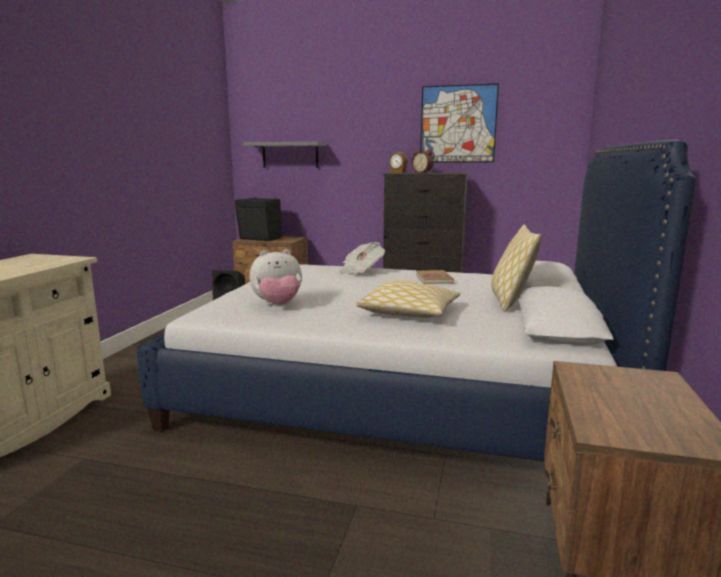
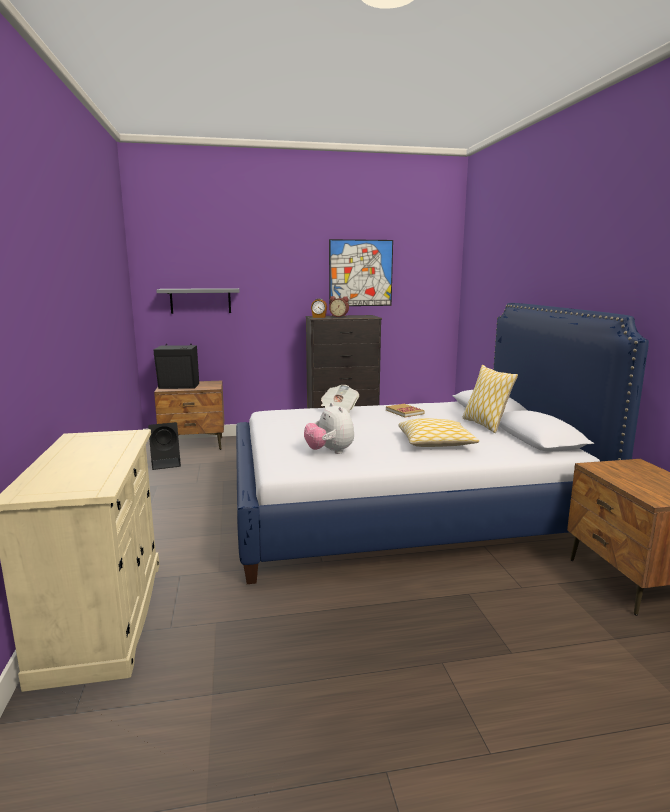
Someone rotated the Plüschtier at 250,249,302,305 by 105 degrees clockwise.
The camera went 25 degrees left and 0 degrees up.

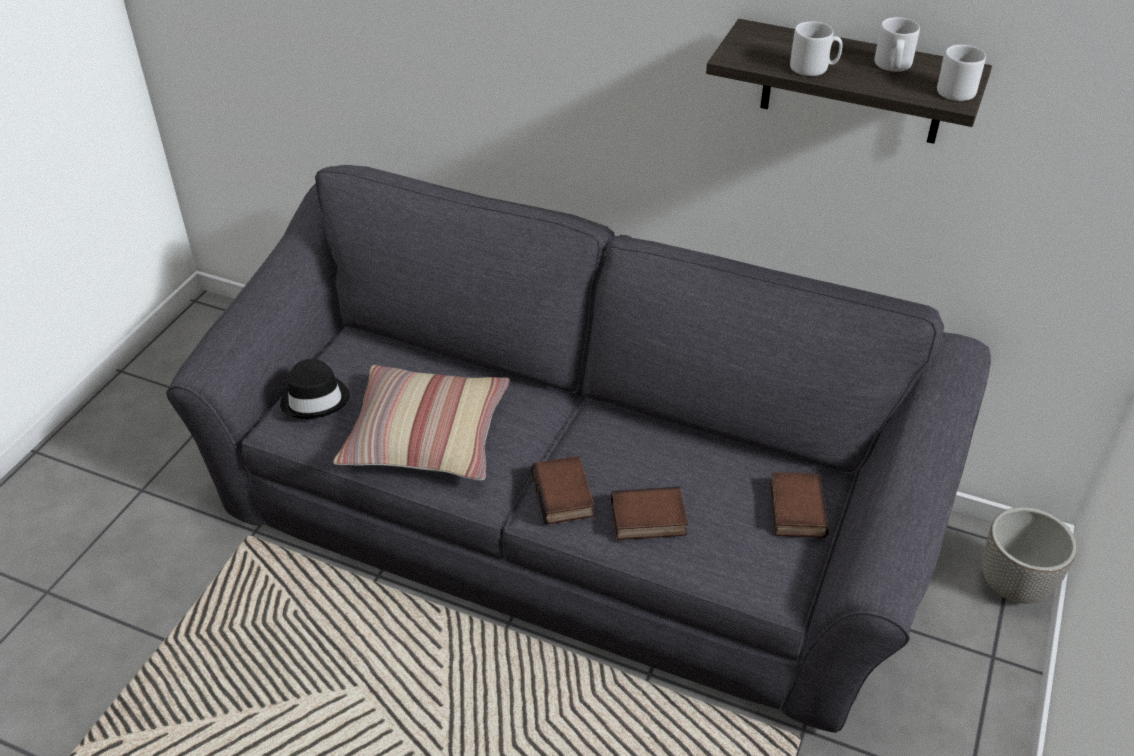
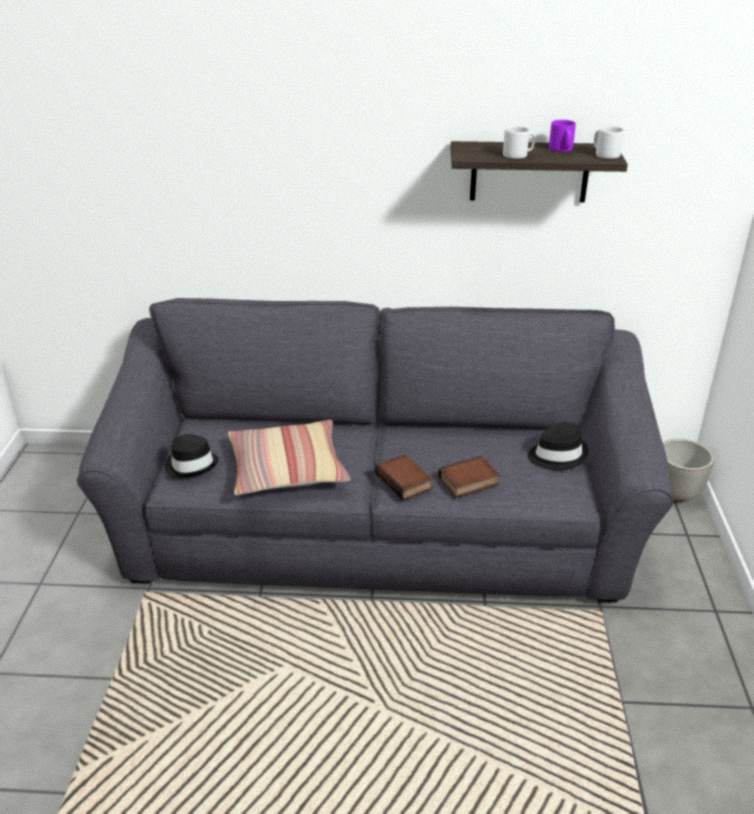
Someone swapped the Buch at 770,472,829,538 for the Hut/schwarz at 528,422,588,470.
Someone repainted the Henkelbecher/grau at 874,17,920,72, which became the Henkelbecher/lila at 549,120,576,152.
The camera went 20 degrees left and 10 degrees down.

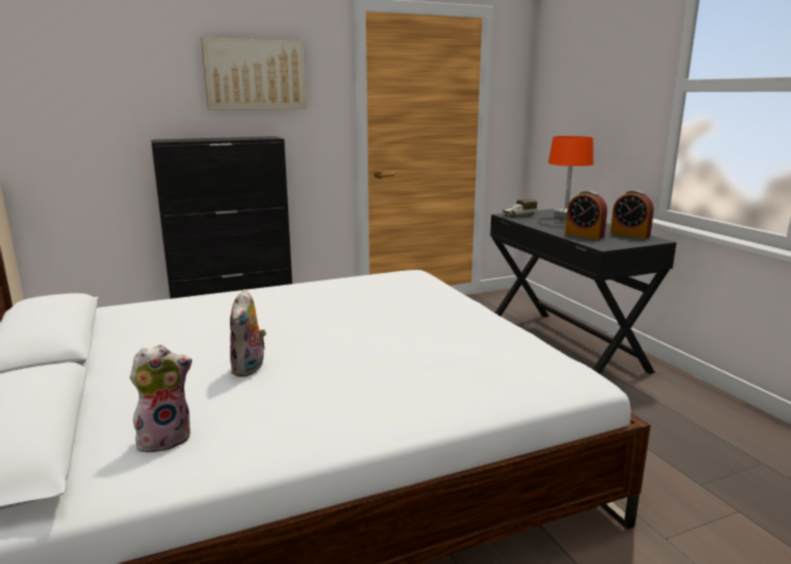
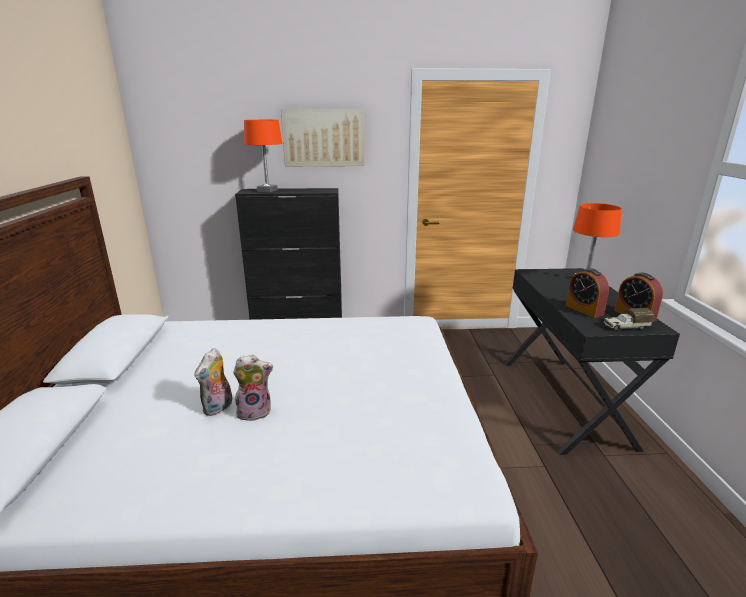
Someone put down the Tischlampe/orange at 244,120,283,193.
Someone carried the Plüschtier from 130,344,192,455 to 233,355,273,421.
Someone carried the Spielzeuglaster from 502,199,537,217 to 604,308,654,331.
The camera went 20 degrees right and 5 degrees up.

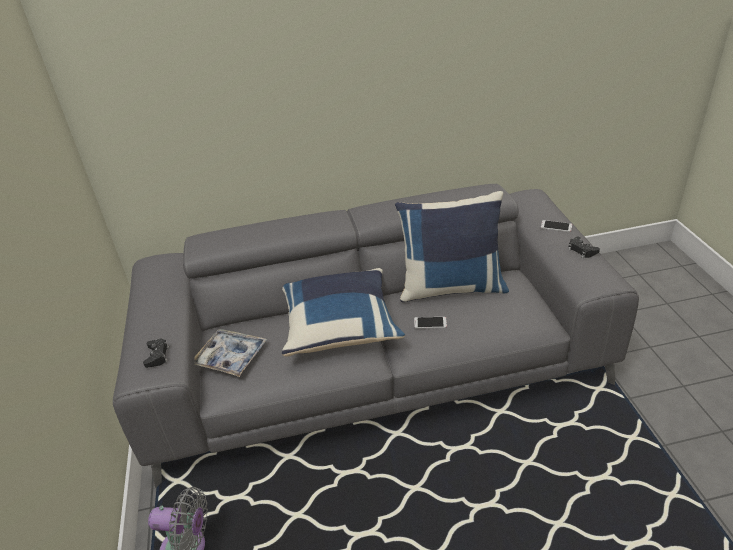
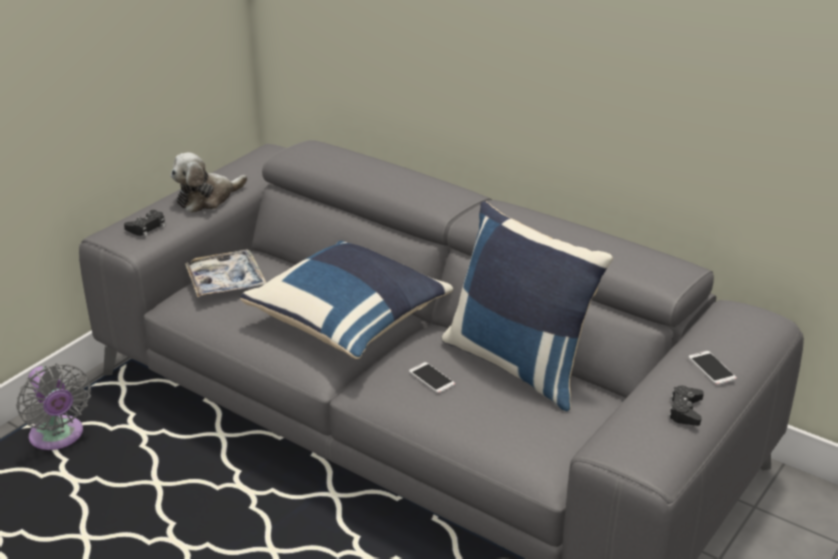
Someone put down the Plüschtier at 171,152,248,213.
The camera went 45 degrees right and 5 degrees down.

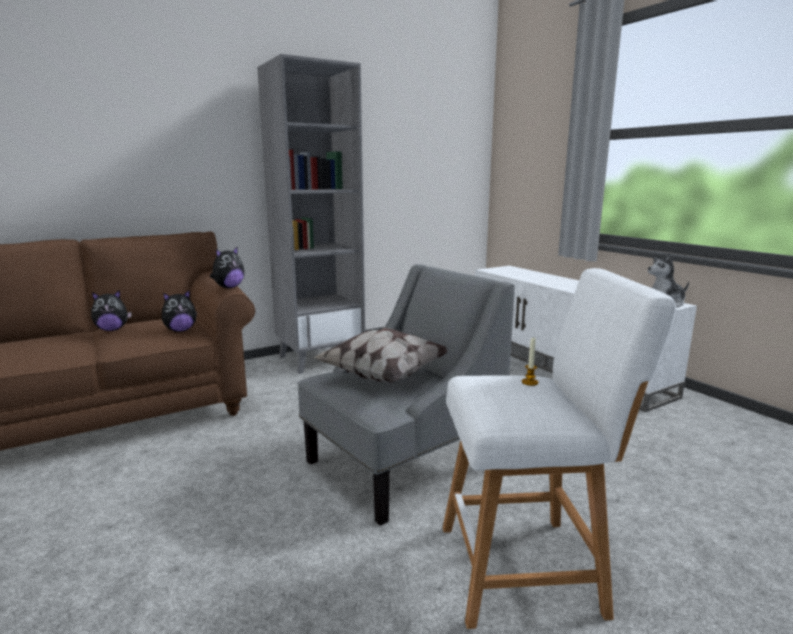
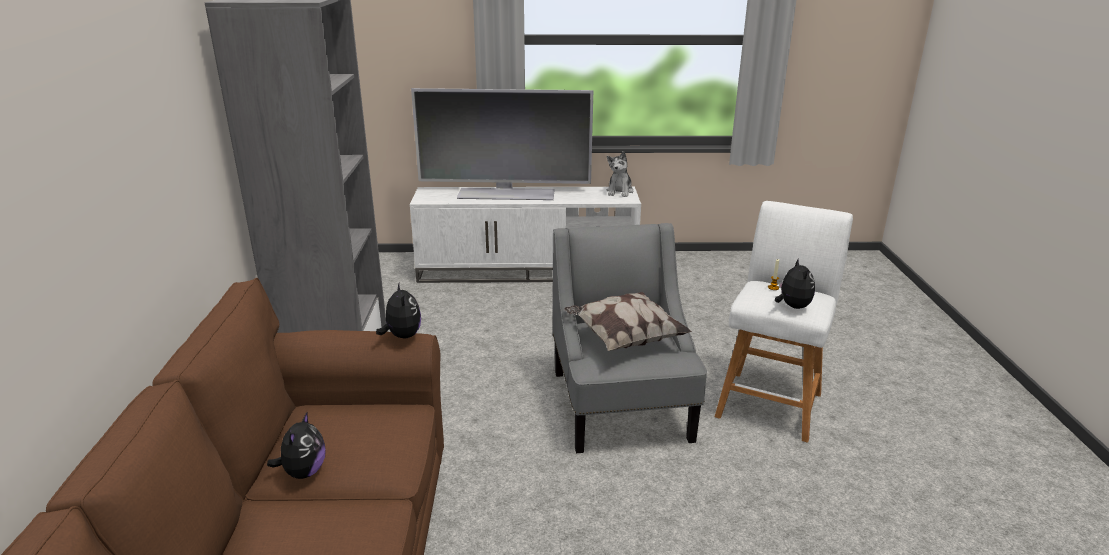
Someone put down the Fernseher at 411,88,593,200.
Someone carried the Plüschtier from 162,290,197,332 to 775,258,815,309.
The camera went 60 degrees left and 10 degrees up.

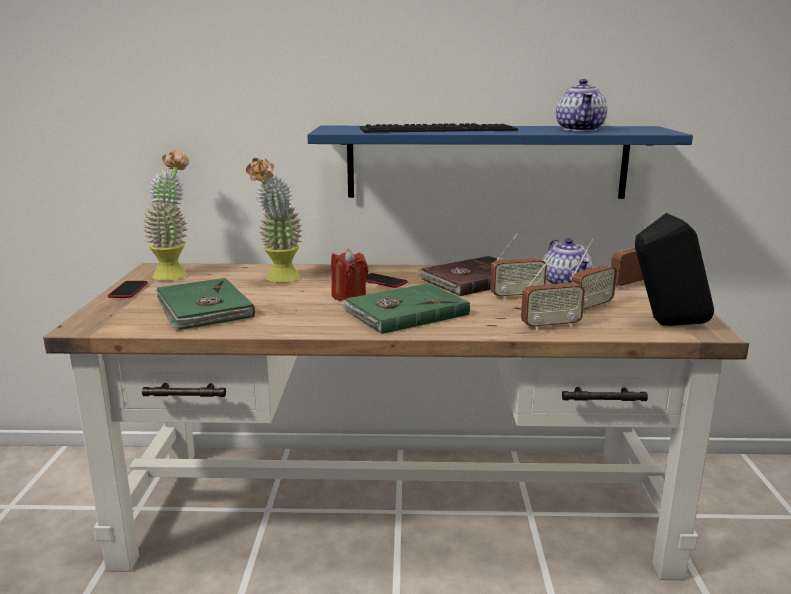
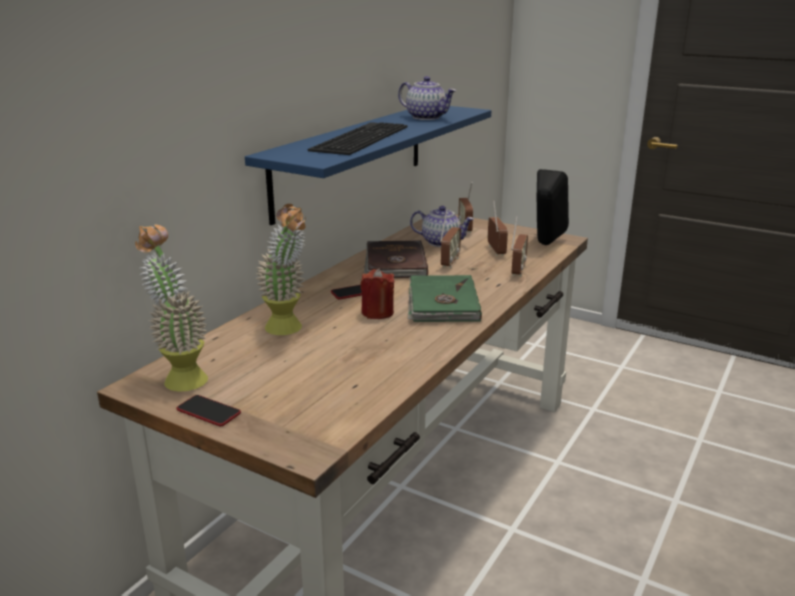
Someone took away the Buch/grün at 156,278,255,330.
The camera went 60 degrees left and 5 degrees up.

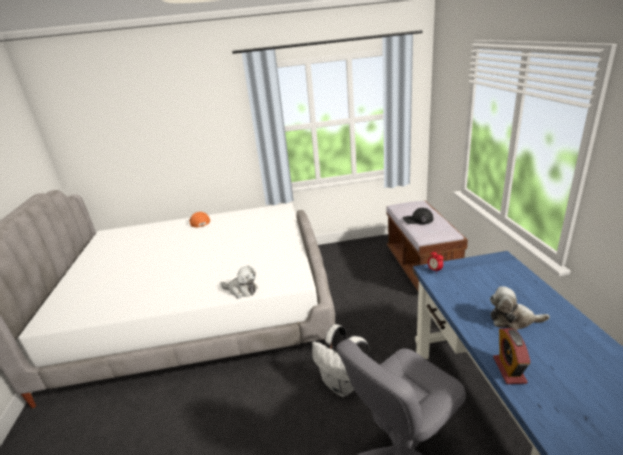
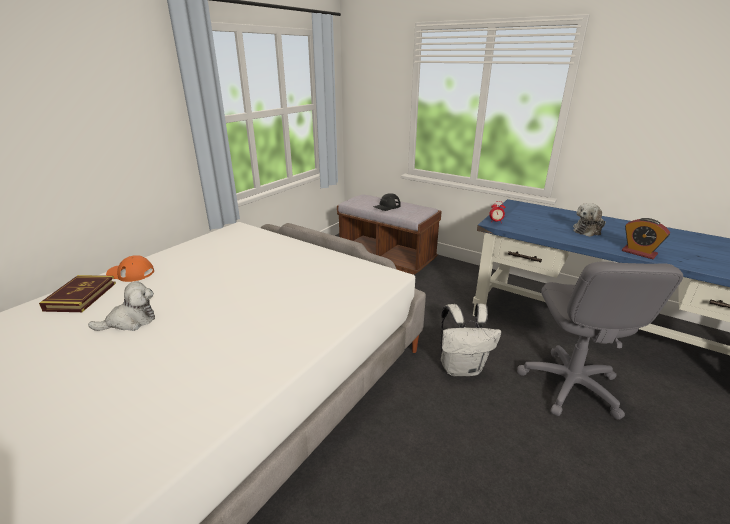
Someone put down the Buch at 39,275,116,312.
Someone carried the Plüschtier from 220,266,258,299 to 88,281,155,331.
The camera went 50 degrees left and 0 degrees up.

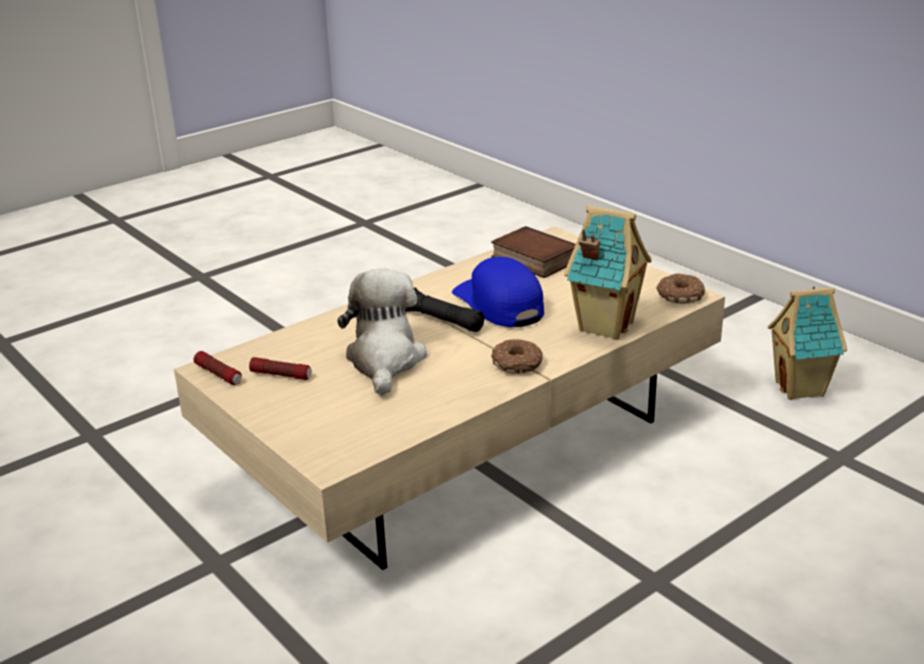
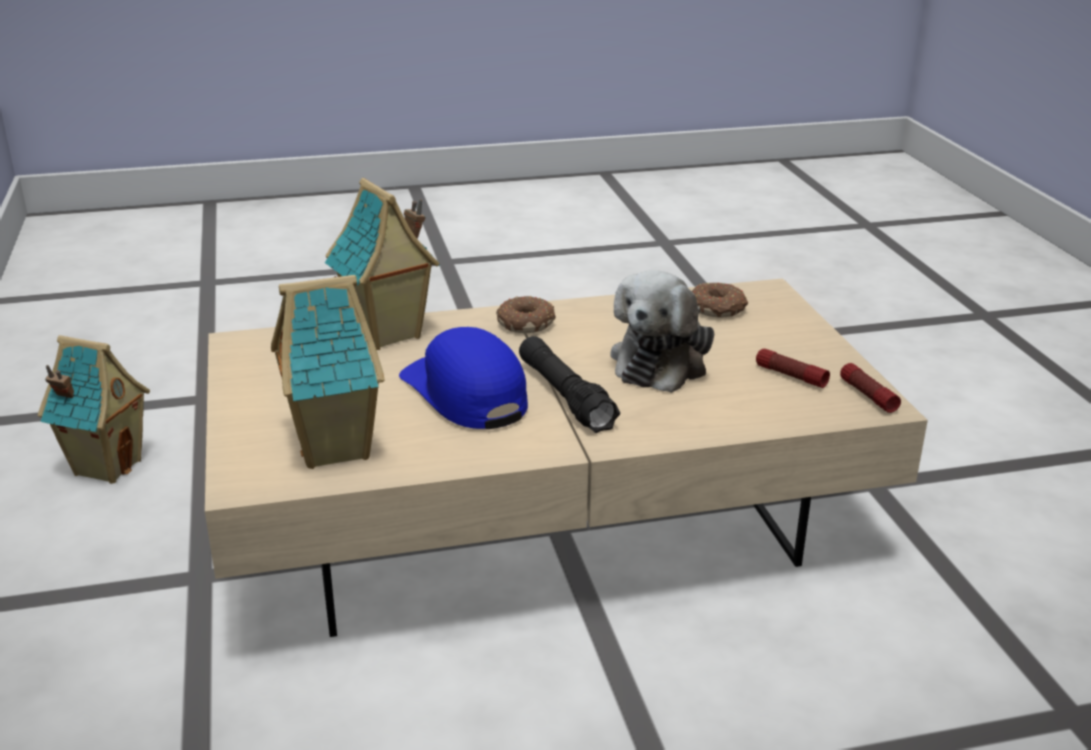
Someone carried the Donut from 656,273,705,304 to 692,282,748,317.
Someone swapped the Buch at 491,226,576,278 for the Spielzeughaus at 271,275,385,469.
Someone rotated the Kappe/blau at 452,257,544,327 by 150 degrees clockwise.
The camera went 155 degrees left and 0 degrees up.

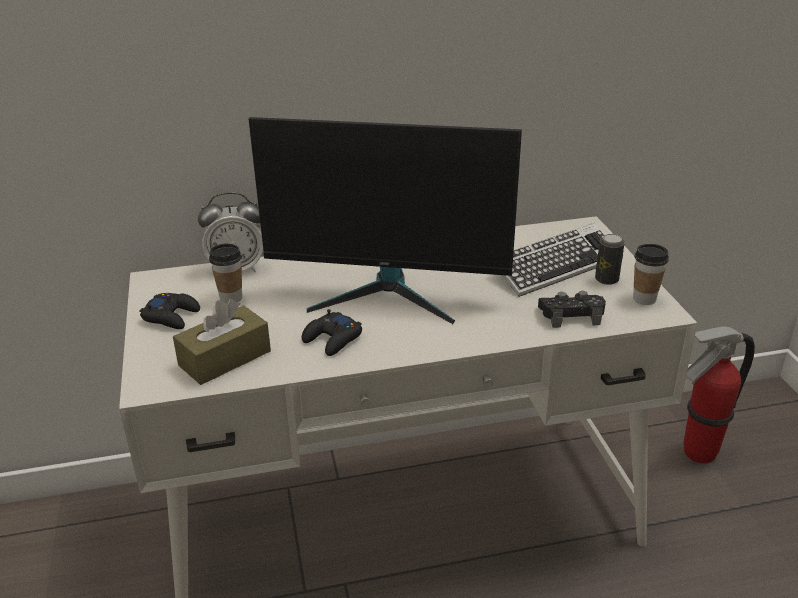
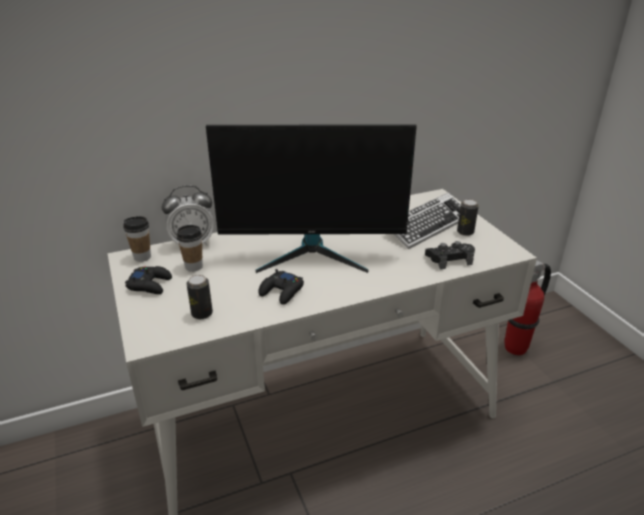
Someone carried the Tasse from 633,244,669,305 to 123,216,151,262.
Someone swapped the Taschentuchbox/braun at 173,299,271,385 for the Dose at 187,275,213,319.
The camera went 10 degrees left and 0 degrees up.

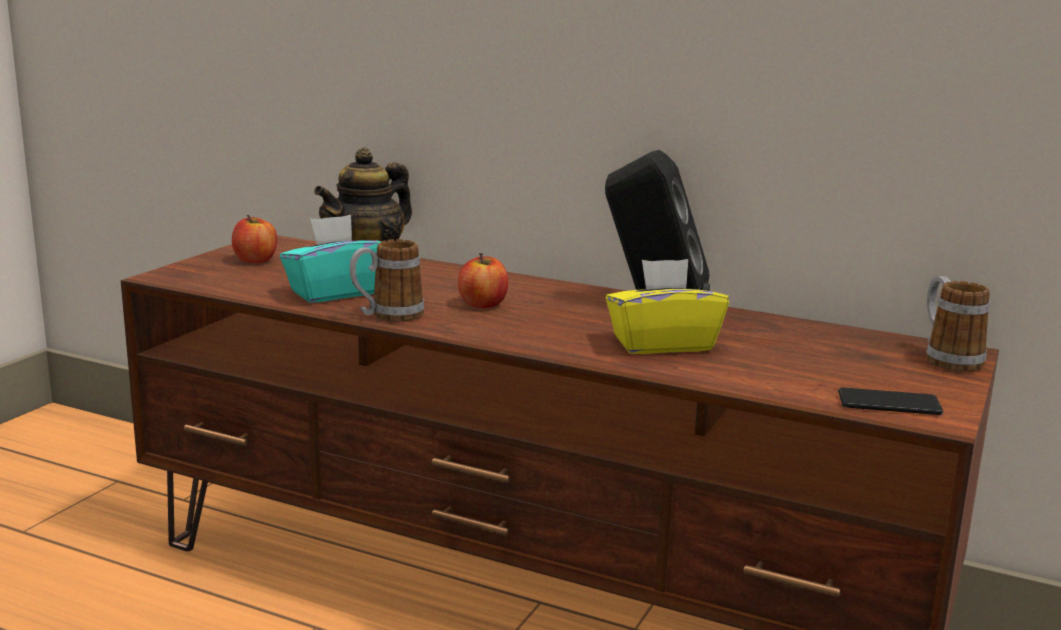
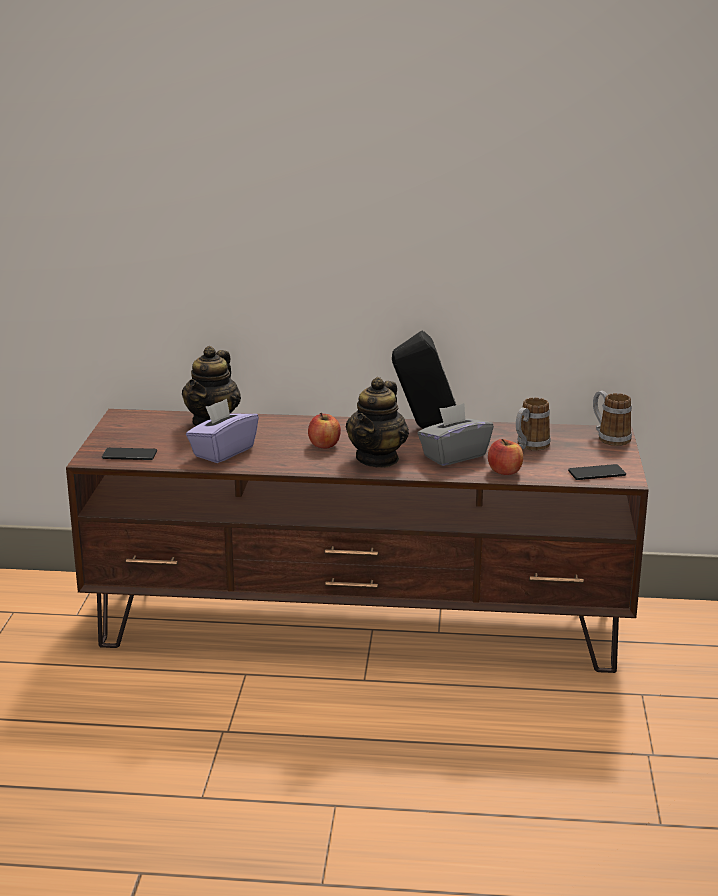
Someone put down the Handy at 102,448,157,460.
Someone put down the Teekanne at 346,377,409,467.
Someone carried the Apfel from 232,215,277,263 to 488,439,523,475.
Someone carried the Henkelbecher from 349,239,424,322 to 516,397,551,451.
Someone repainted the Taschentuchbox/türkis at 280,215,382,303, which became the Taschentuchbox/lila at 186,399,259,463.
Someone repainted the Taschentuchbox/gelb at 605,259,729,354, which became the Taschentuchbox/grau at 418,403,494,466.
The camera went 20 degrees left and 5 degrees up.

